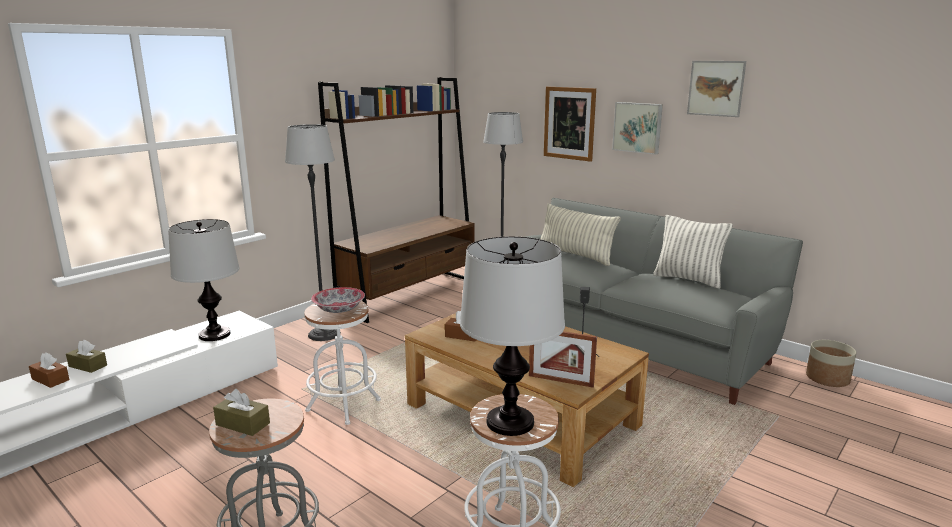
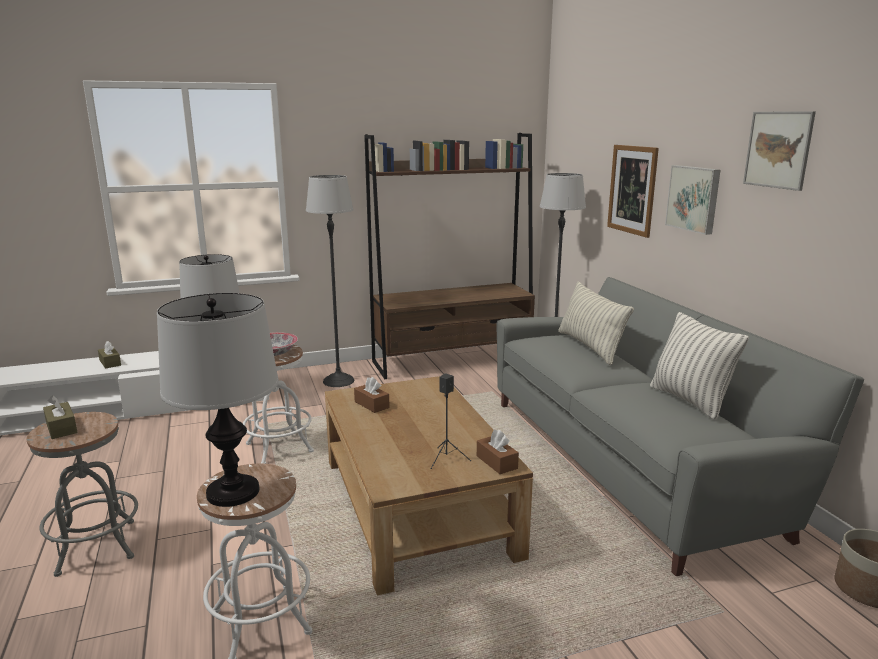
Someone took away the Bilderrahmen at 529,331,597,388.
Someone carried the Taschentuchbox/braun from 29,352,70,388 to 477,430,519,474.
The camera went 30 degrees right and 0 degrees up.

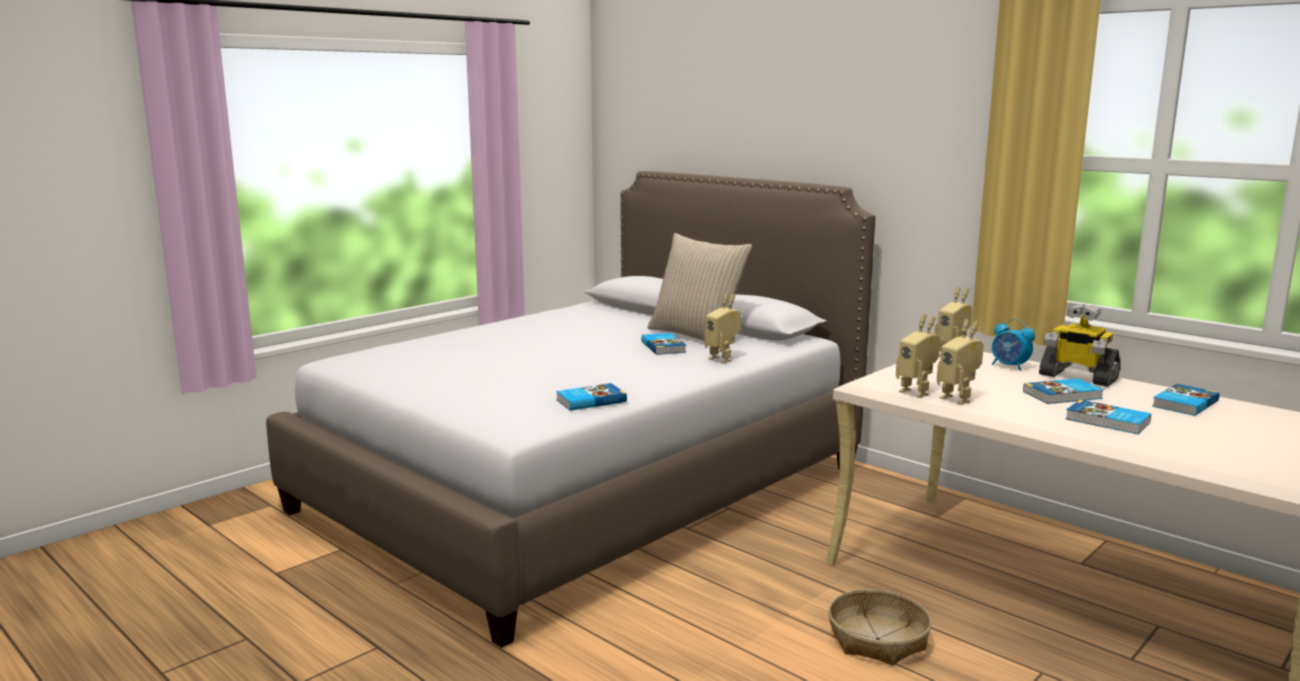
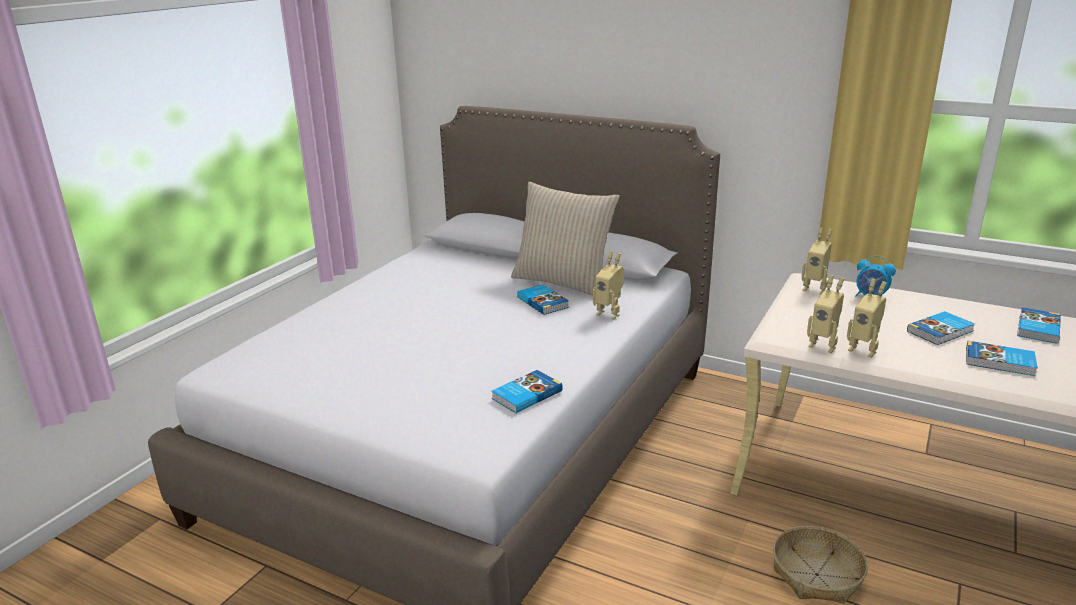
Someone took away the Spielzeugroboter at 1039,304,1120,387.
The camera went 15 degrees left and 10 degrees up.

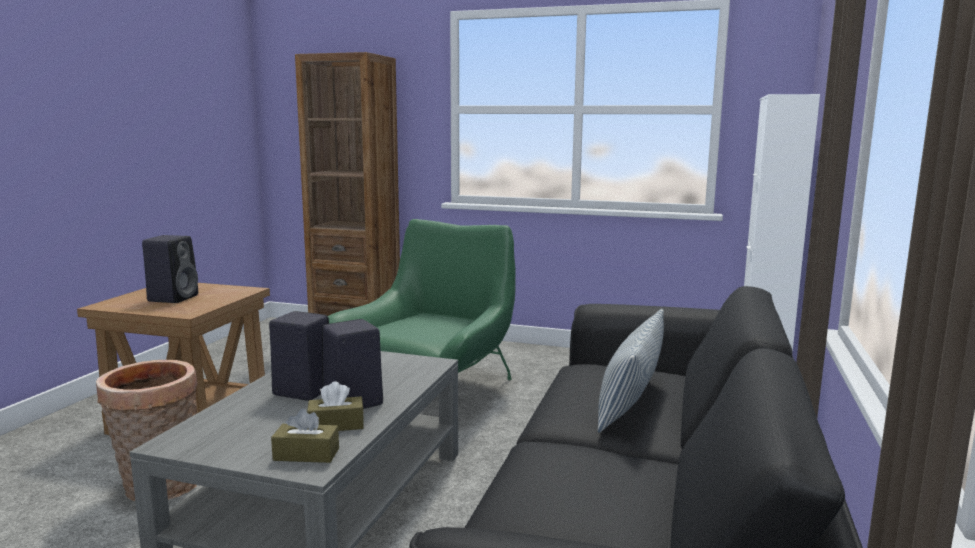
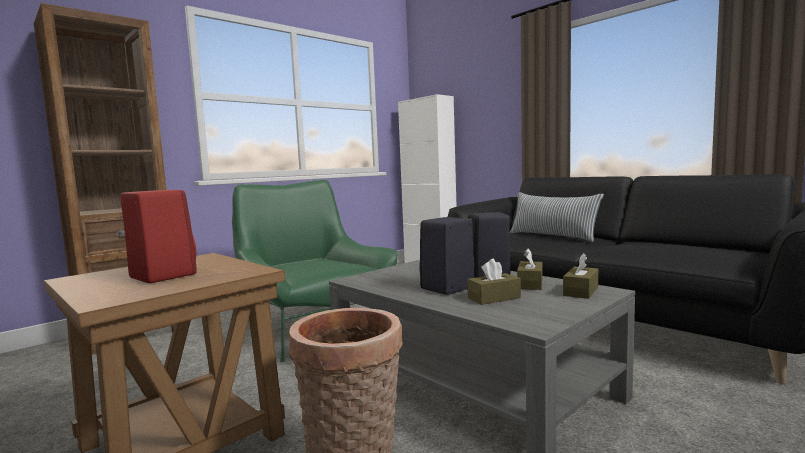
Someone put down the Taschentuchbox/braun at 468,259,521,305.
Someone repainted the Lautsprecher/schwarz at 142,235,198,303, which became the Lautsprecher/rot at 120,190,197,283.
The camera went 60 degrees left and 5 degrees down.

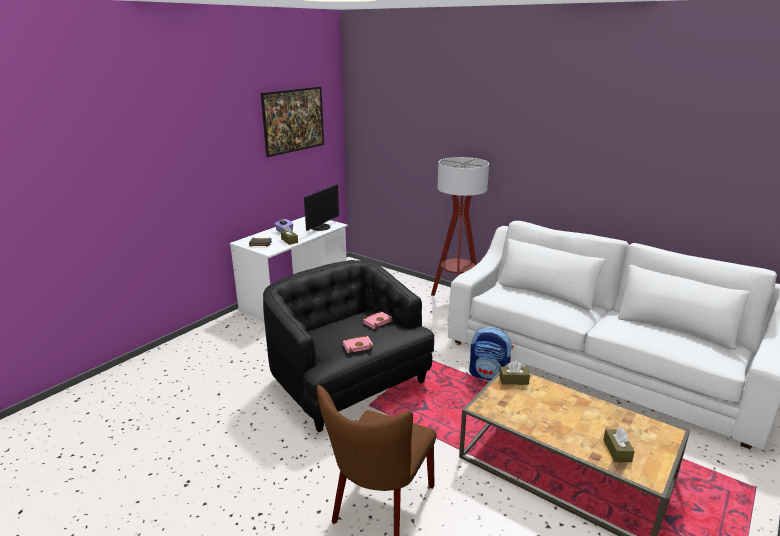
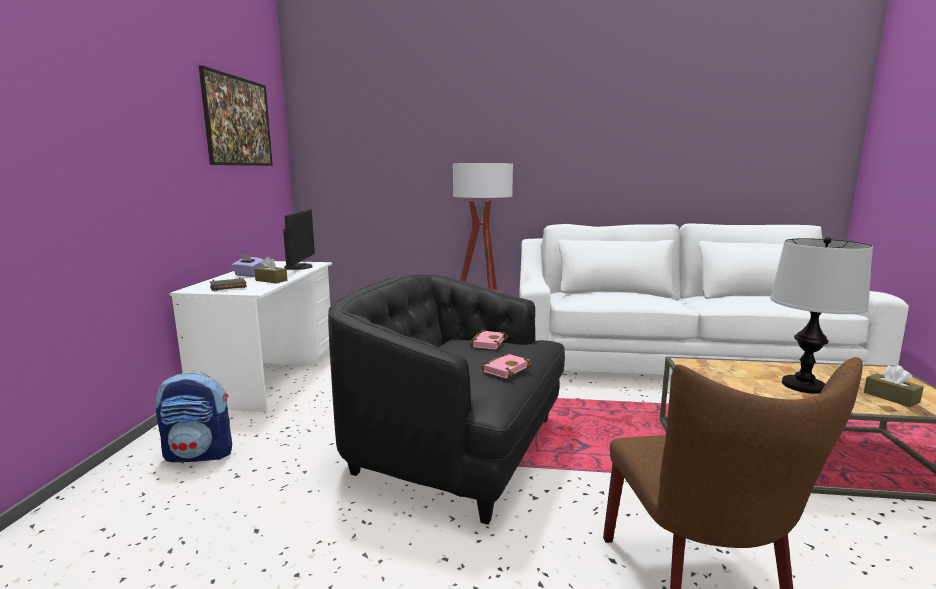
Someone took away the Taschentuchbox/braun at 499,360,530,385.
Someone put down the Tischlampe at 770,237,873,394.
Someone carried the Rucksack from 469,327,514,381 to 156,372,232,462.
The camera went 30 degrees left and 10 degrees down.

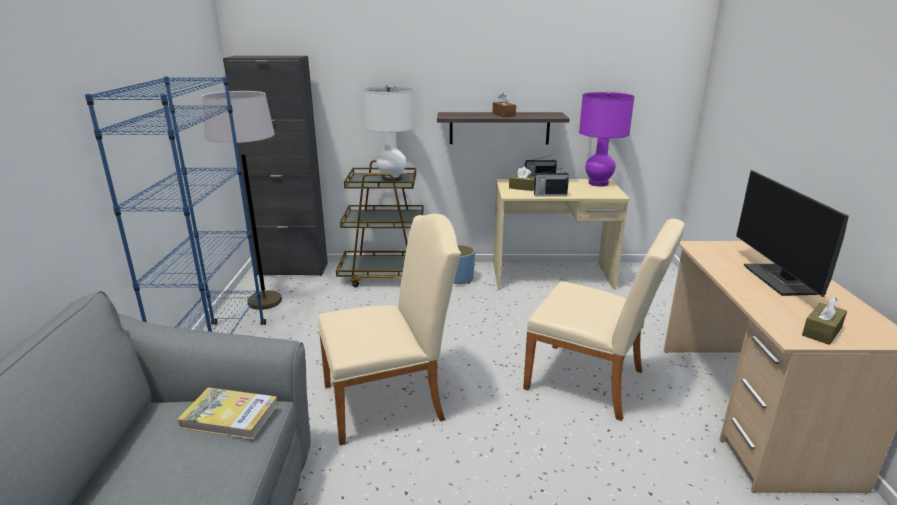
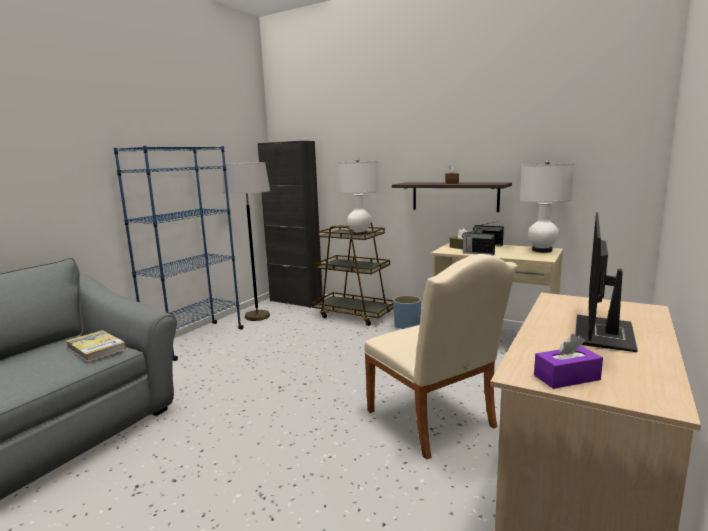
Someone took away the Stuhl/beige at 318,214,461,446.
Someone repainted the Tischlampe/lila at 579,92,635,187, which became the Tischlampe/weiß at 520,160,575,252.
Someone repainted the Taschentuchbox/braun at 802,297,847,345, which became the Taschentuchbox/lila at 534,334,603,389.
The camera went 30 degrees right and 10 degrees down.

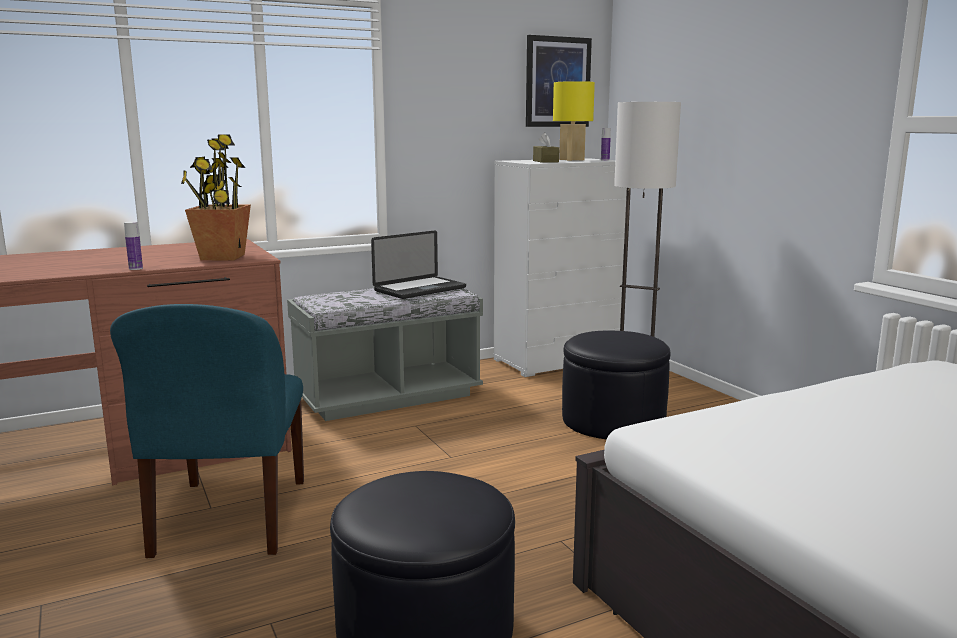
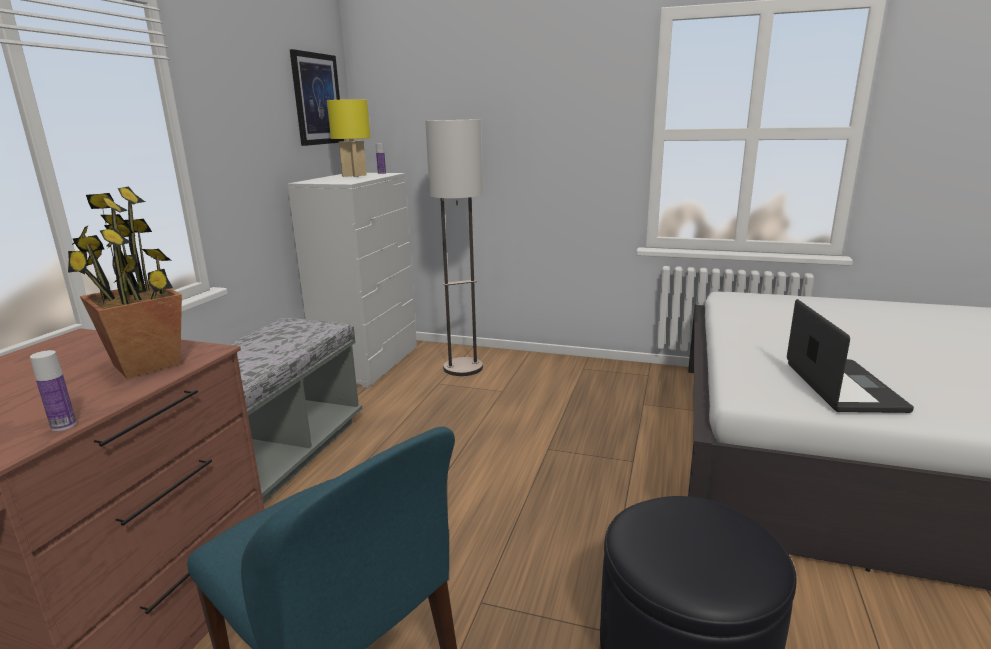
Someone took away the Taschentuchbox/braun at 533,132,559,163.
Someone took away the Polsterhocker/schwarz at 562,331,670,440.
Someone carried the Laptop from 371,230,466,299 to 787,299,914,413.
The camera went 45 degrees left and 5 degrees up.

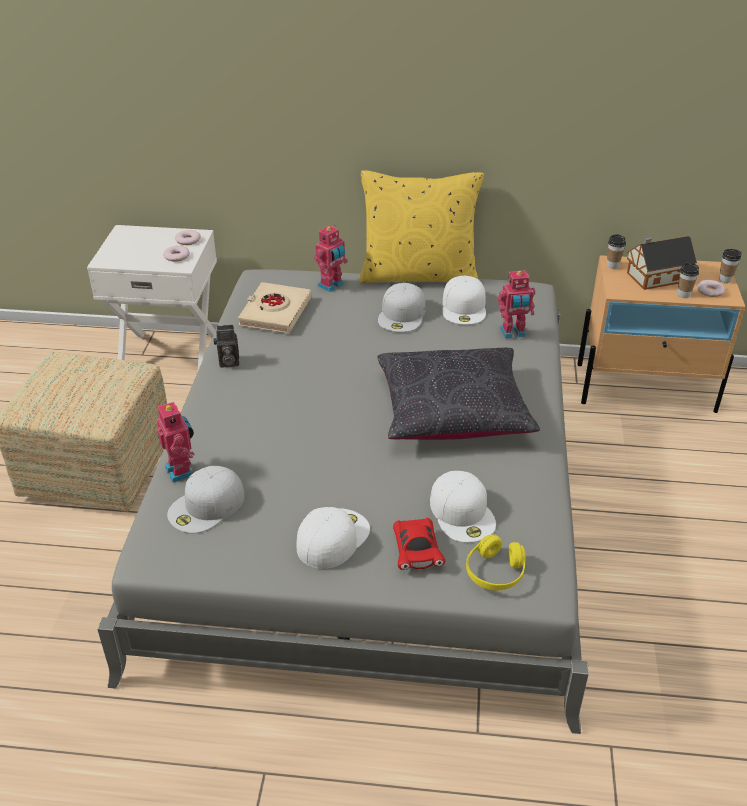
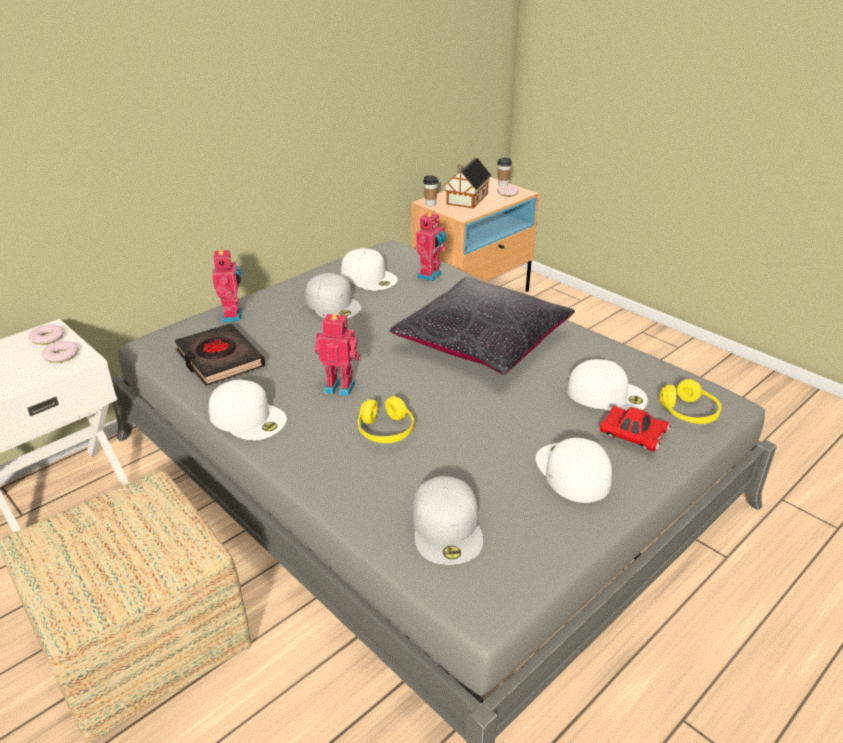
Someone took away the Kissen/gelb at 359,170,484,283.
Someone took away the Tasse at 677,263,699,298.
Someone put down the Kopfhörer/gelb at 358,396,414,443.
Someone carried the Spielzeugroboter from 157,401,195,483 to 314,314,360,396.
Someone swapped the Kamera at 214,325,239,368 for the Kappe/weiß at 209,380,287,440.
Someone repainted the Buch/beige at 238,282,311,334, which became the Buch/schwarz at 174,323,265,386.
The camera went 50 degrees left and 5 degrees down.

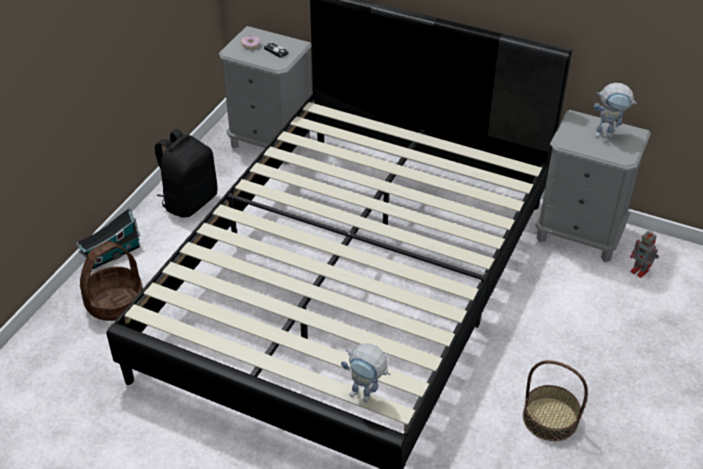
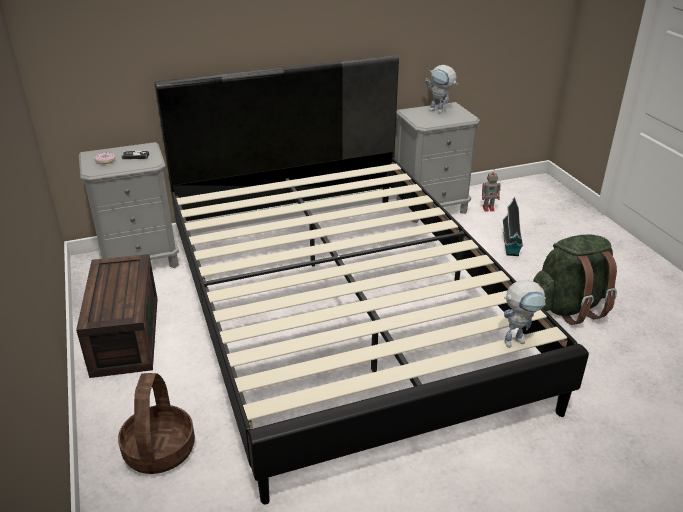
Someone carried the Spielzeughaus from 76,208,140,269 to 503,197,523,256.
Someone swapped the Rucksack/schwarz at 155,129,217,217 for the Aufbewahrungsbox/braun at 76,254,158,378.
Someone swapped the Korb at 523,360,588,441 for the Rucksack/grün at 533,235,617,325.
Someone rotated the Spielzeugroboter at 594,83,637,138 by 75 degrees clockwise.
The camera went 45 degrees left and 10 degrees down.

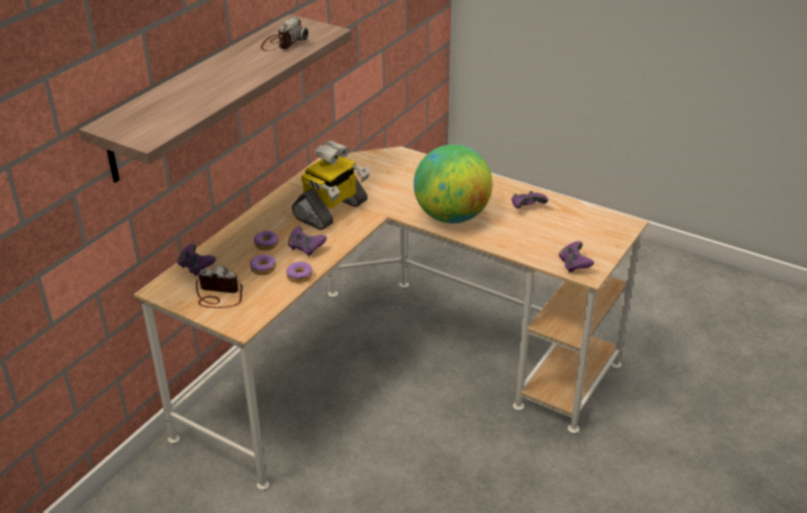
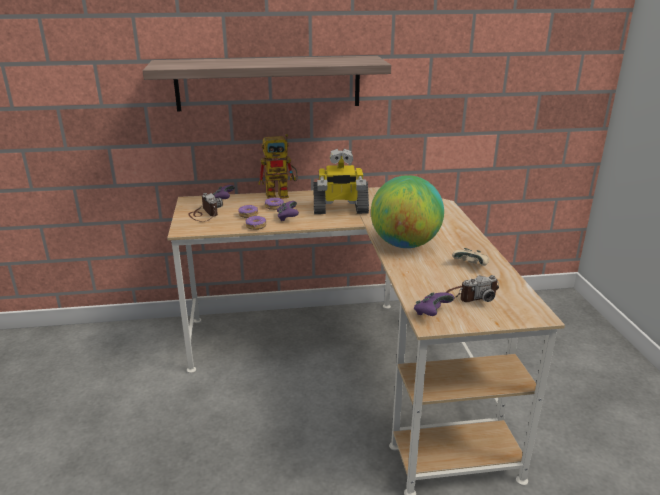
Someone put down the Spielzeugroboter at 258,134,298,199.
Someone carried the Kamera from 261,16,308,51 to 446,275,499,302.
Someone repainted the Gamepad/lila at 511,191,548,209, which became the Gamepad/beige at 452,248,489,266.
The camera went 50 degrees right and 10 degrees down.

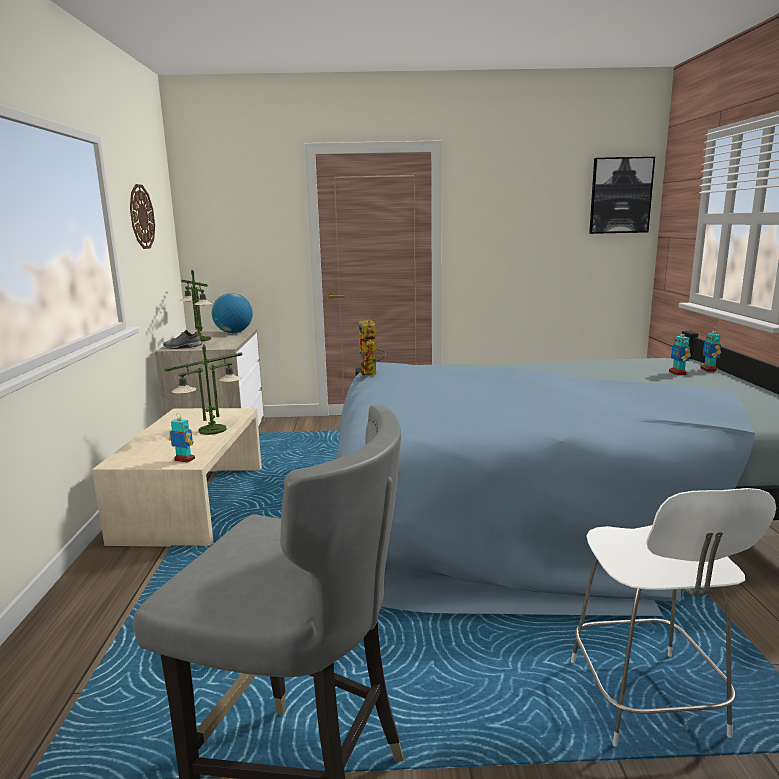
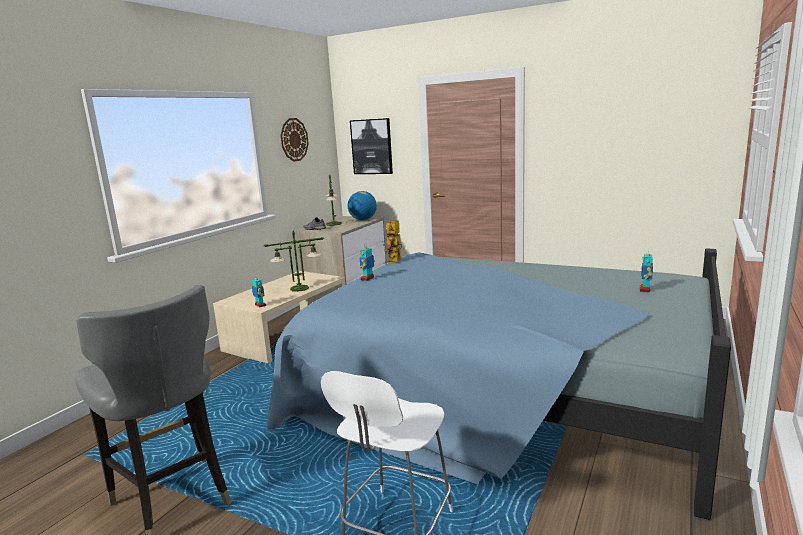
Someone carried the Bild from 589,157,655,234 to 350,118,393,174.
Someone carried the Spielzeugroboter from 700,329,721,372 to 360,247,375,281.
The camera went 30 degrees right and 0 degrees up.

